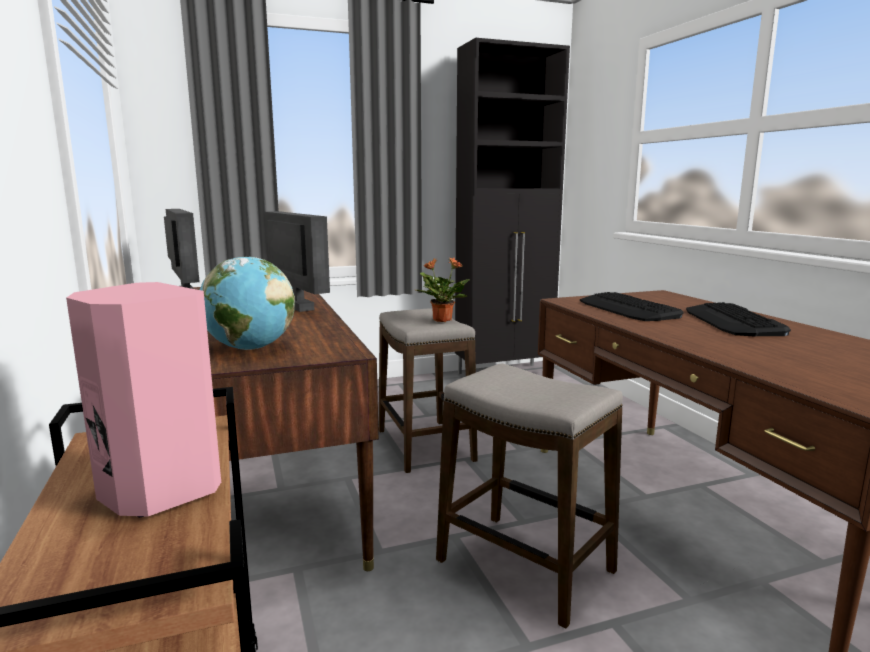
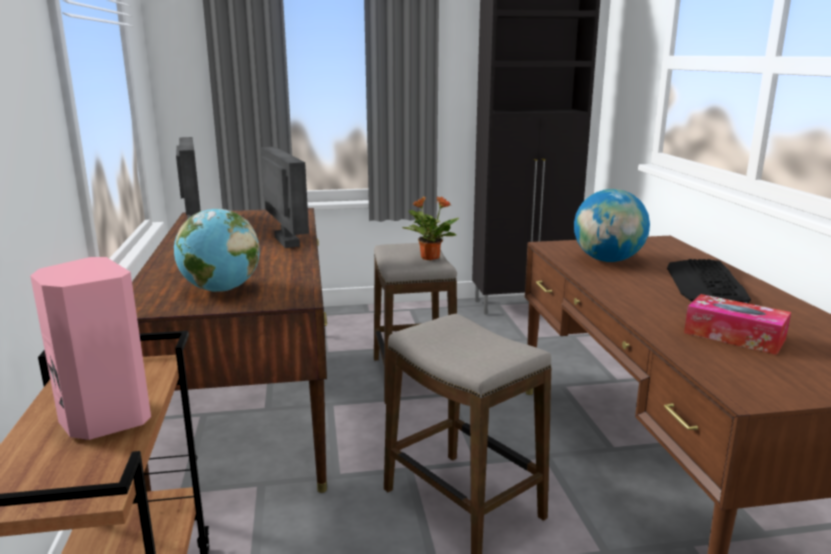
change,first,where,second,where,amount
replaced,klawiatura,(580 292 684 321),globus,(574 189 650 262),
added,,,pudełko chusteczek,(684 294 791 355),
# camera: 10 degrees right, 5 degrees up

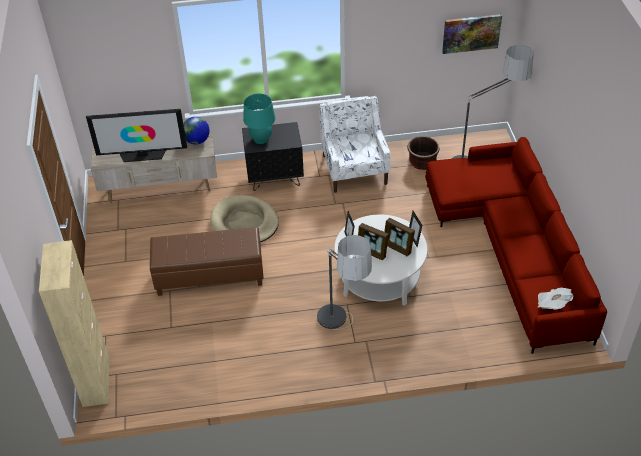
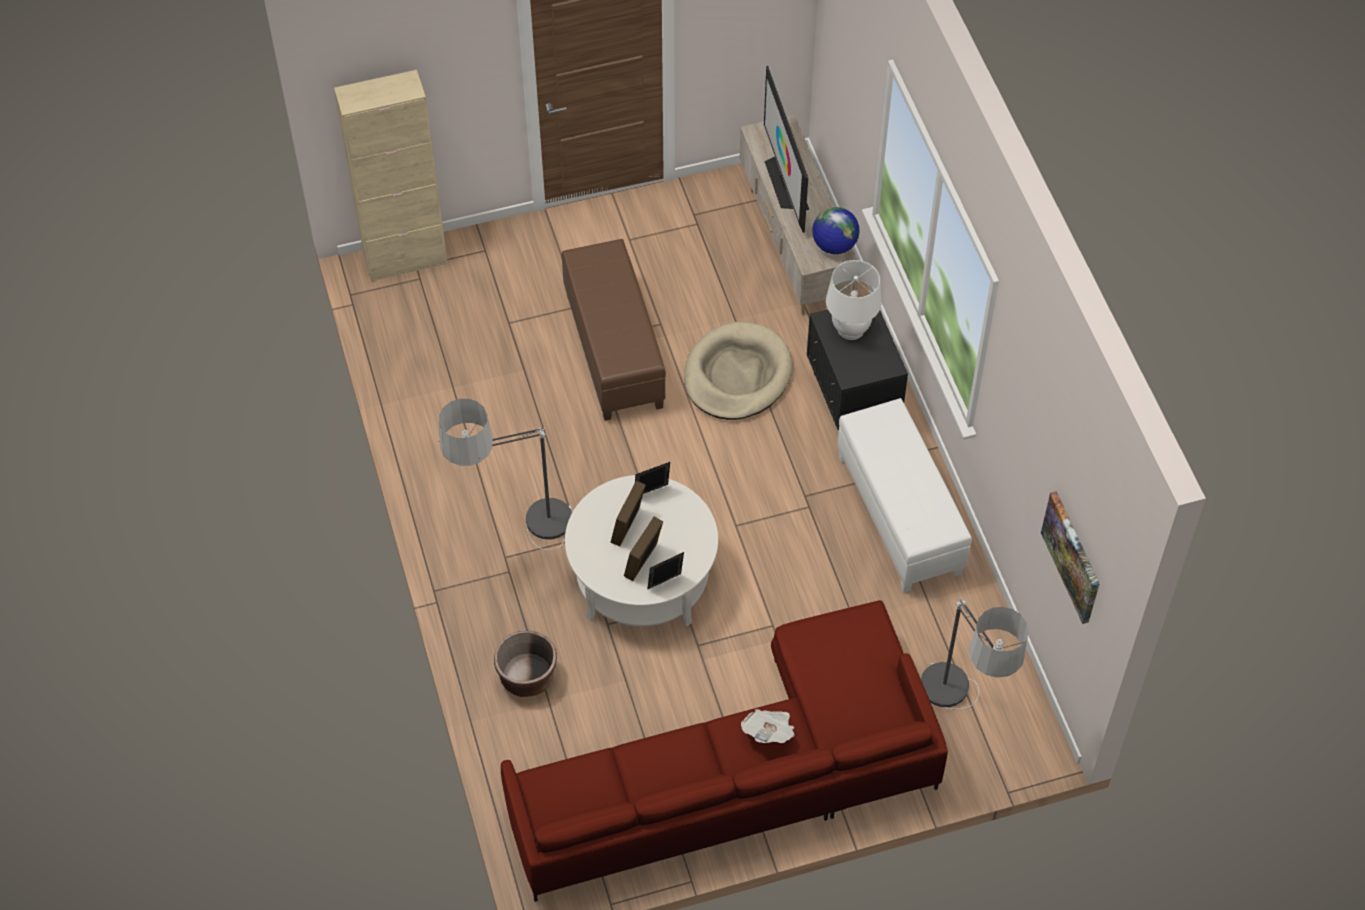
change,first,where,second,where,amount
recoloured,lampa stołowa/turkusowy,(243 94 275 144),lampa stołowa/biały,(826 260 881 340),
replaced,fotel/biały,(319 96 390 193),pufa/biały,(837 398 972 593),
moved,donica/brązowy,(407 136 439 170),,(494 631 557 697),
moved,gazeta,(538 287 573 310),,(741 709 795 743),
# camera: 80 degrees right, 10 degrees up

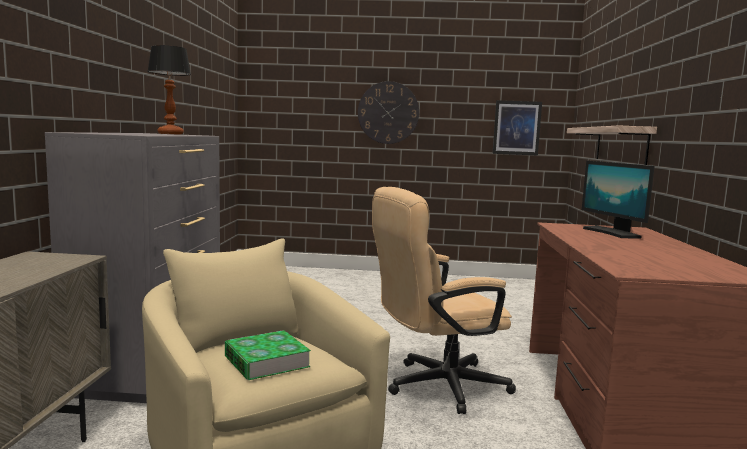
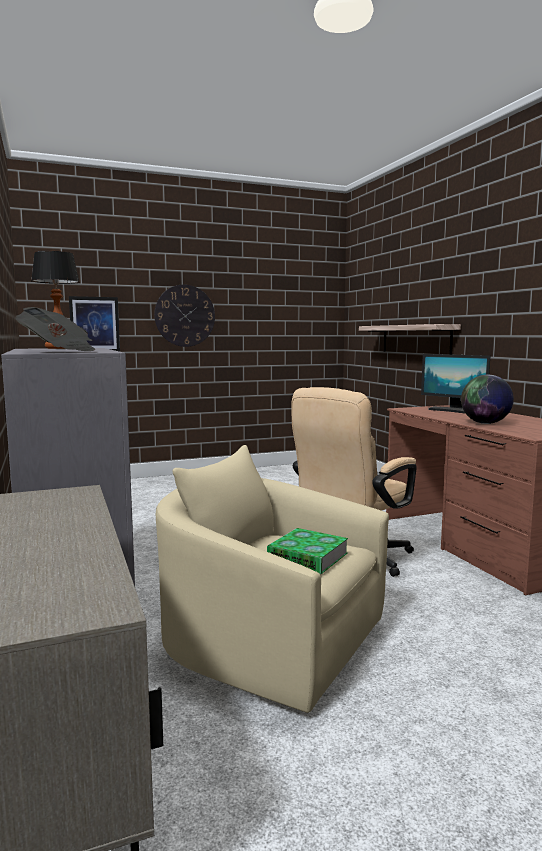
change,first,where,second,where,amount
moved,obraz,(492 100 542 155),,(69 296 120 352),
added,,,gazeta,(15 307 95 351),
added,,,globus,(461 375 514 424),
# camera: 25 degrees left, 0 degrees up

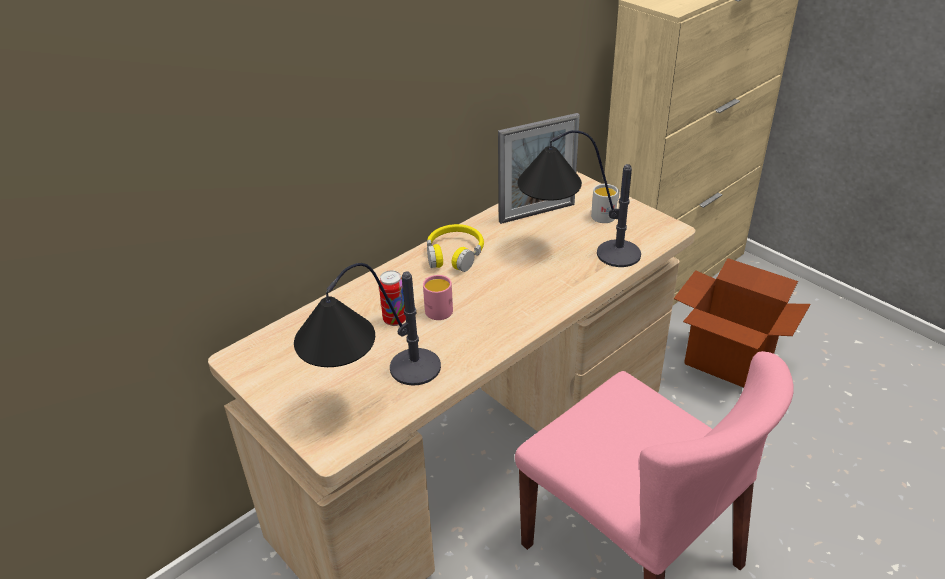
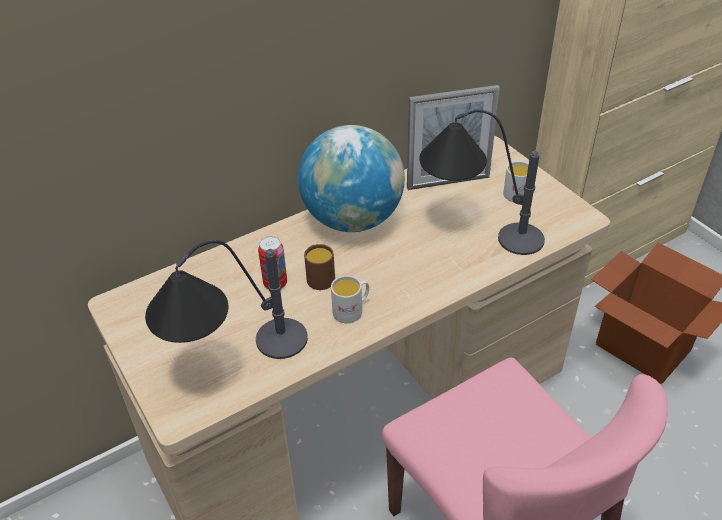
change,first,where,second,where,amount
recoloured,kubek/różowy,(423 275 453 320),kubek/brązowy,(304 244 335 290),
replaced,słuchawki/żółty,(427 224 484 272),globus,(298 125 405 232),
added,,,kubek/biały,(331 276 369 323),
# camera: 10 degrees right, 5 degrees up

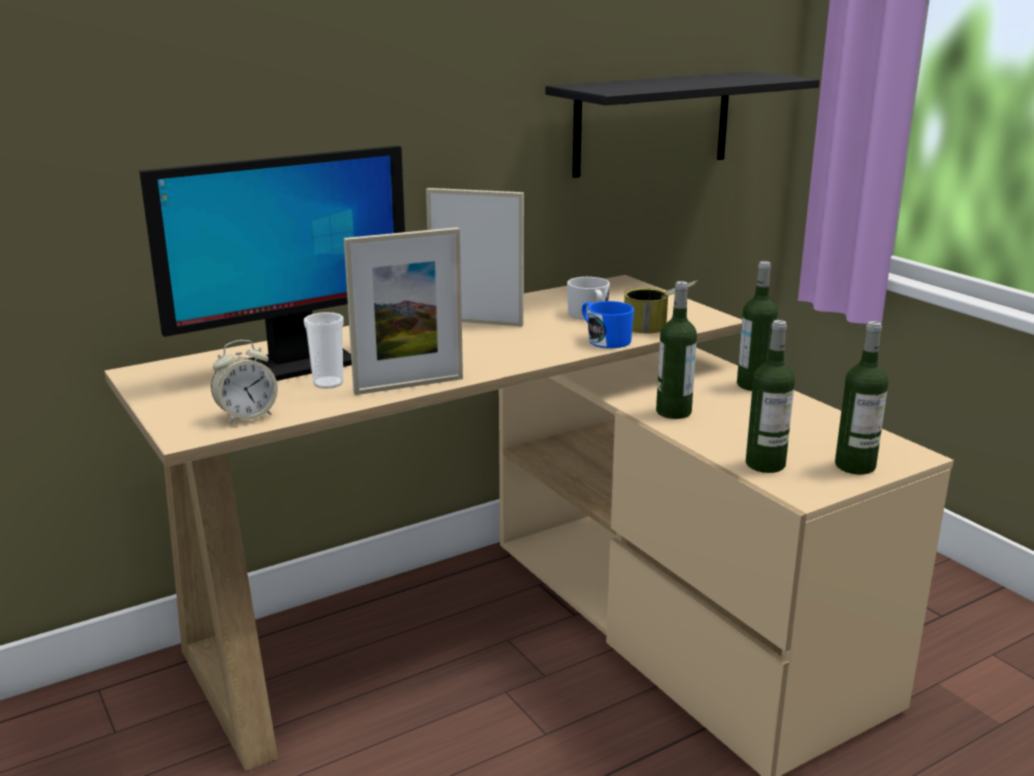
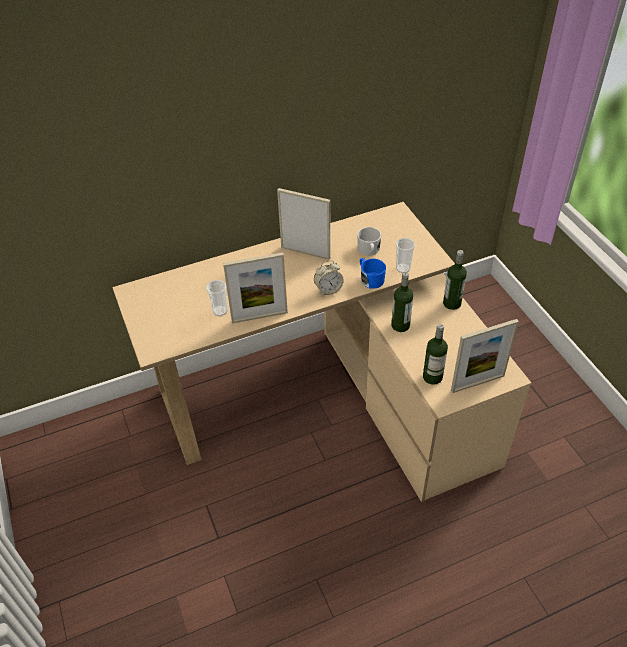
change,first,where,second,where,amount
removed,monitor,(139 145 405 381),,,
moved,budzik,(211 340 278 424),,(314 260 344 296),
removed,półka/czarny,(545 71 820 178),,,
replaced,puszka,(624 280 698 333),filiżanka,(396 238 415 273),
replaced,butelka,(835 321 888 475),ramka na zdjęcie,(451 319 519 393),
# camera: 10 degrees right, 25 degrees up

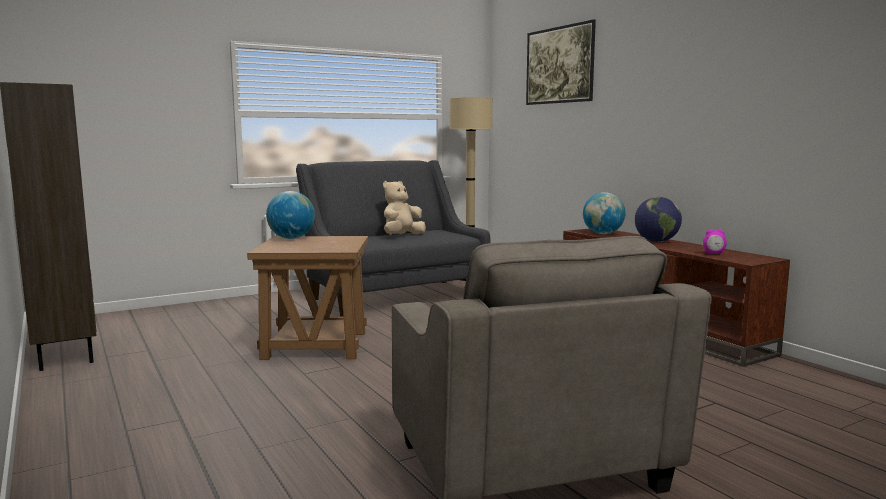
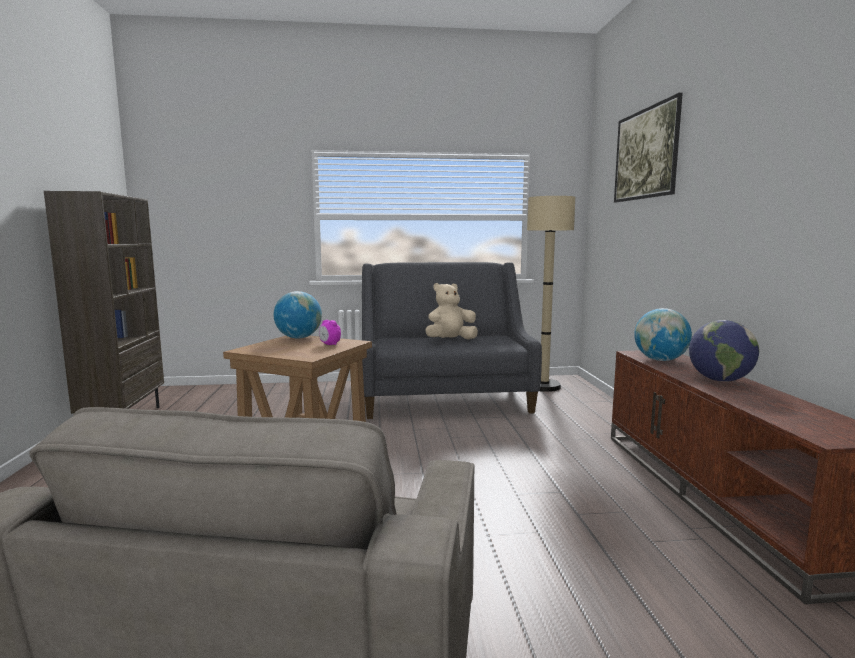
change,first,where,second,where,amount
moved,budzik,(703 229 727 254),,(319 320 341 345),
# camera: 25 degrees right, 0 degrees up

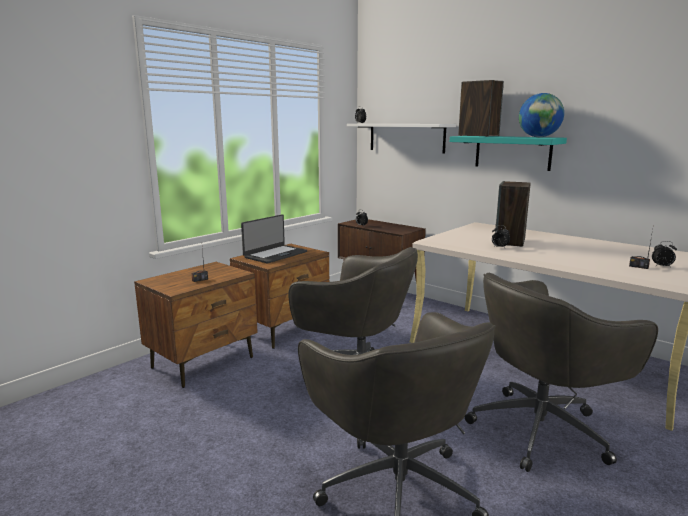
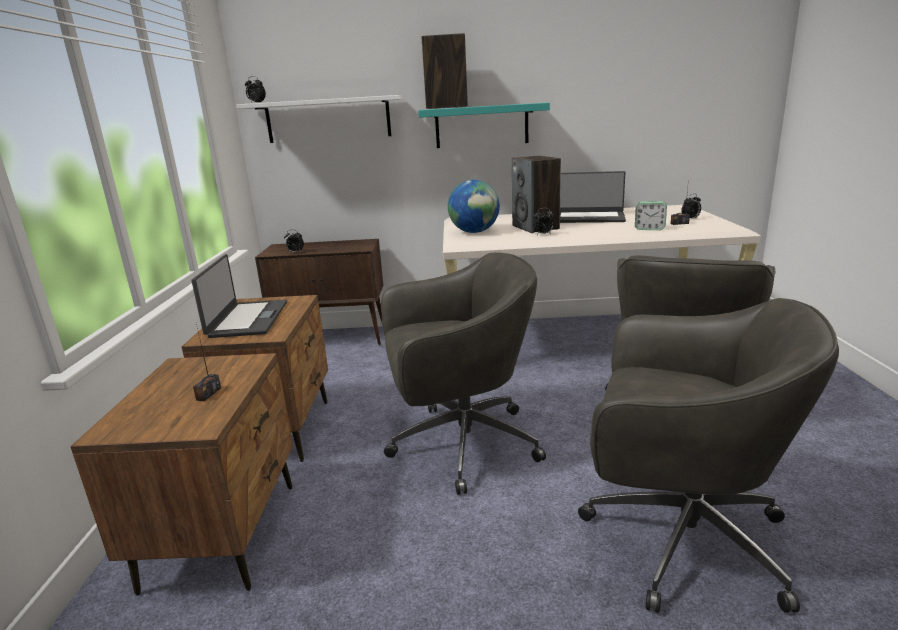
change,first,where,second,where,amount
moved,globus,(519 93 564 137),,(448 180 500 233),
added,,,laptop,(560 171 626 223),
added,,,budzik,(635 201 667 230),
# camera: 40 degrees left, 5 degrees up

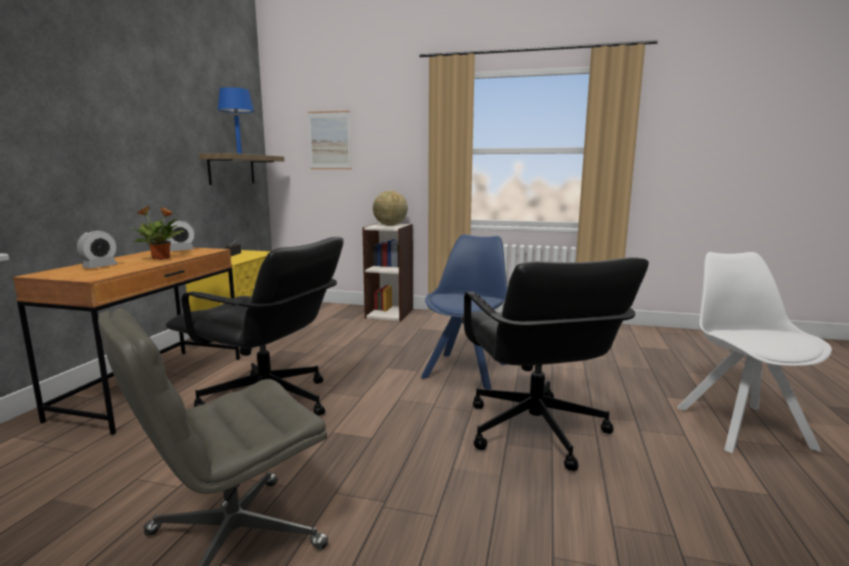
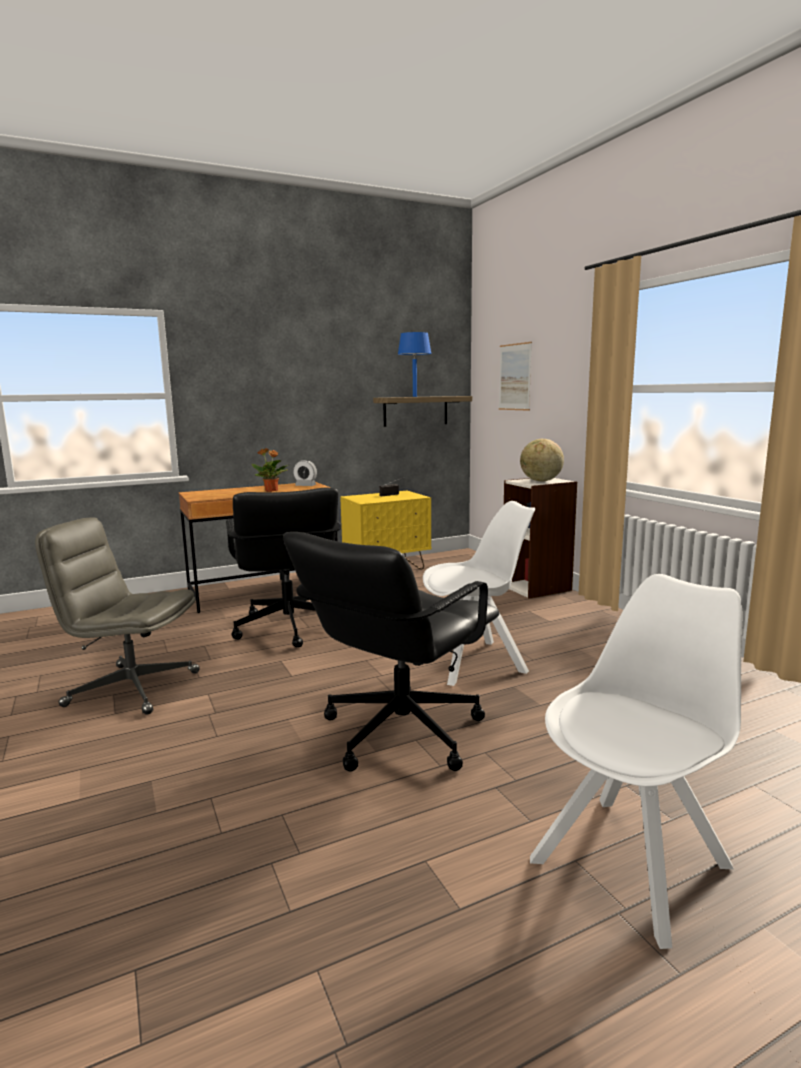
change,first,where,second,where,amount
removed,budzik,(77 230 117 268),,,
recoloured,krzesło/niebieski,(421 234 507 390),krzesło/biały,(423 501 535 686),
# camera: 50 degrees right, 0 degrees up

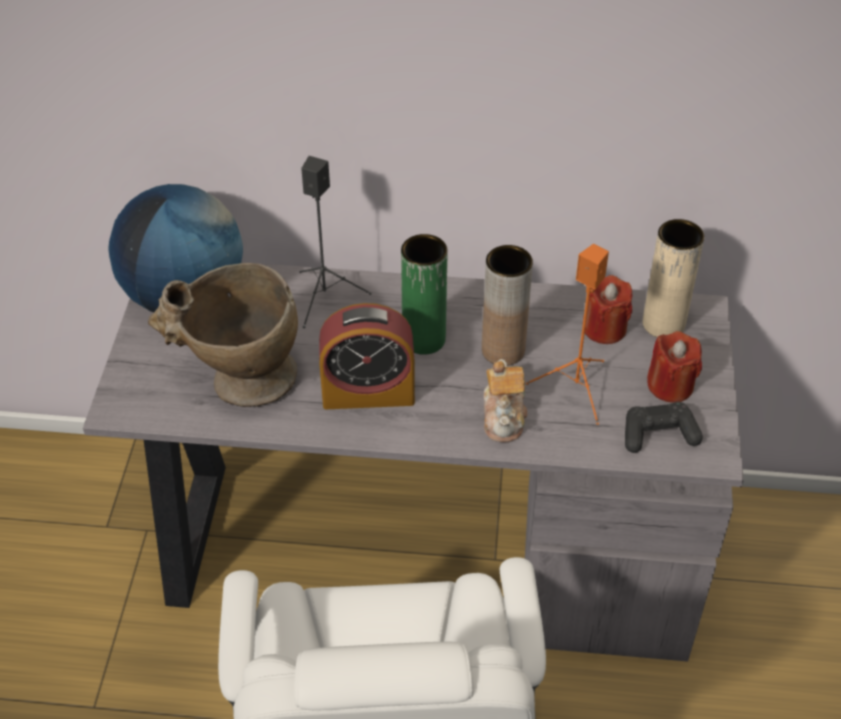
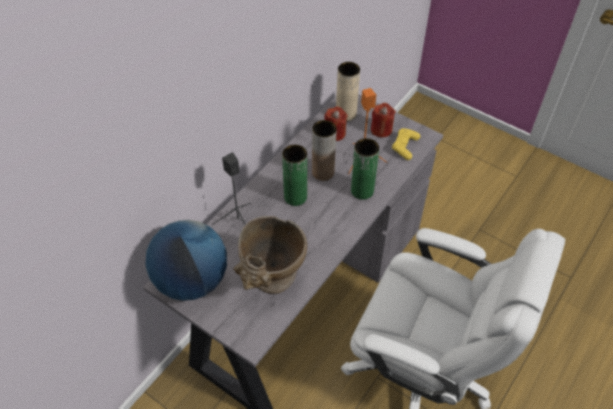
change,first,where,second,where,amount
removed,budzik,(319 303 415 409),,,
replaced,imbryk,(484 359 527 442),wazon/zielony,(351 138 379 200),
recoloured,pad do gier/czarny,(625 402 703 453),pad do gier/żółty,(392 128 420 160),
# camera: 60 degrees left, 5 degrees up

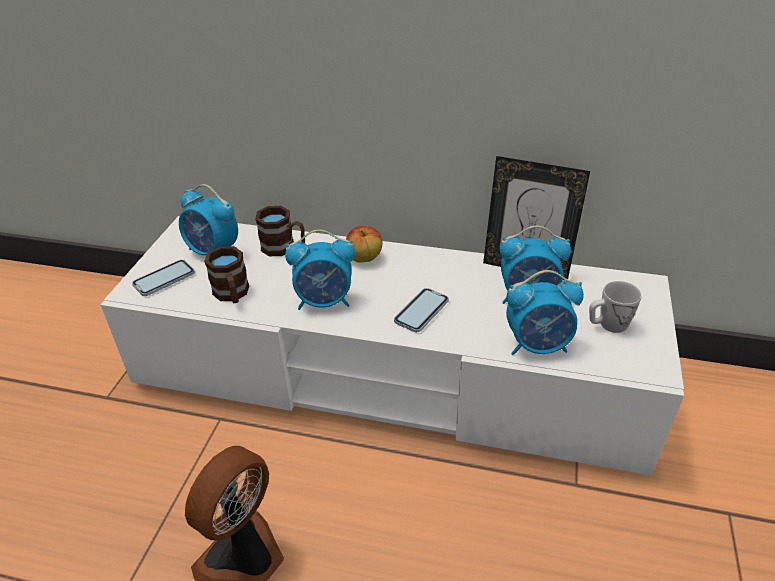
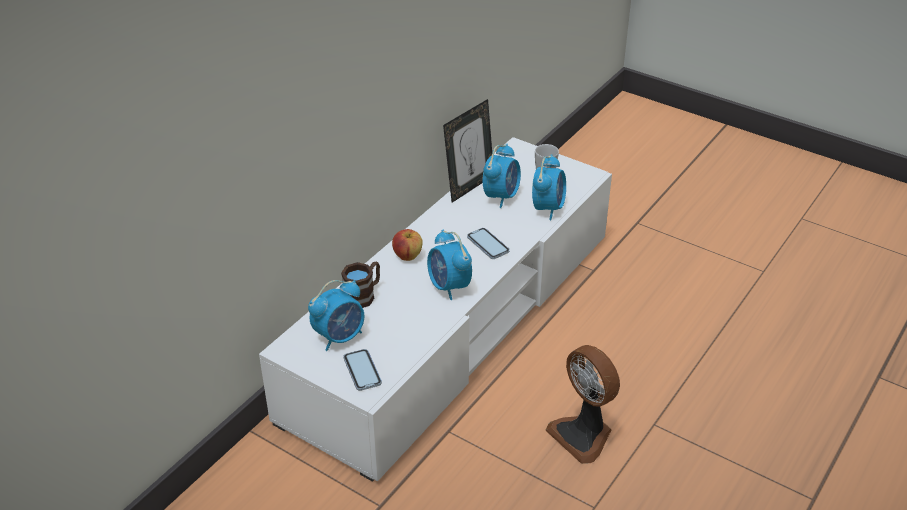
change,first,where,second,where,amount
removed,kubek/brązowy,(204 246 249 303),,,
turned,budzik,(285 229 355 310),,(427 230 472 300),135 degrees clockwise
# camera: 70 degrees left, 0 degrees up

